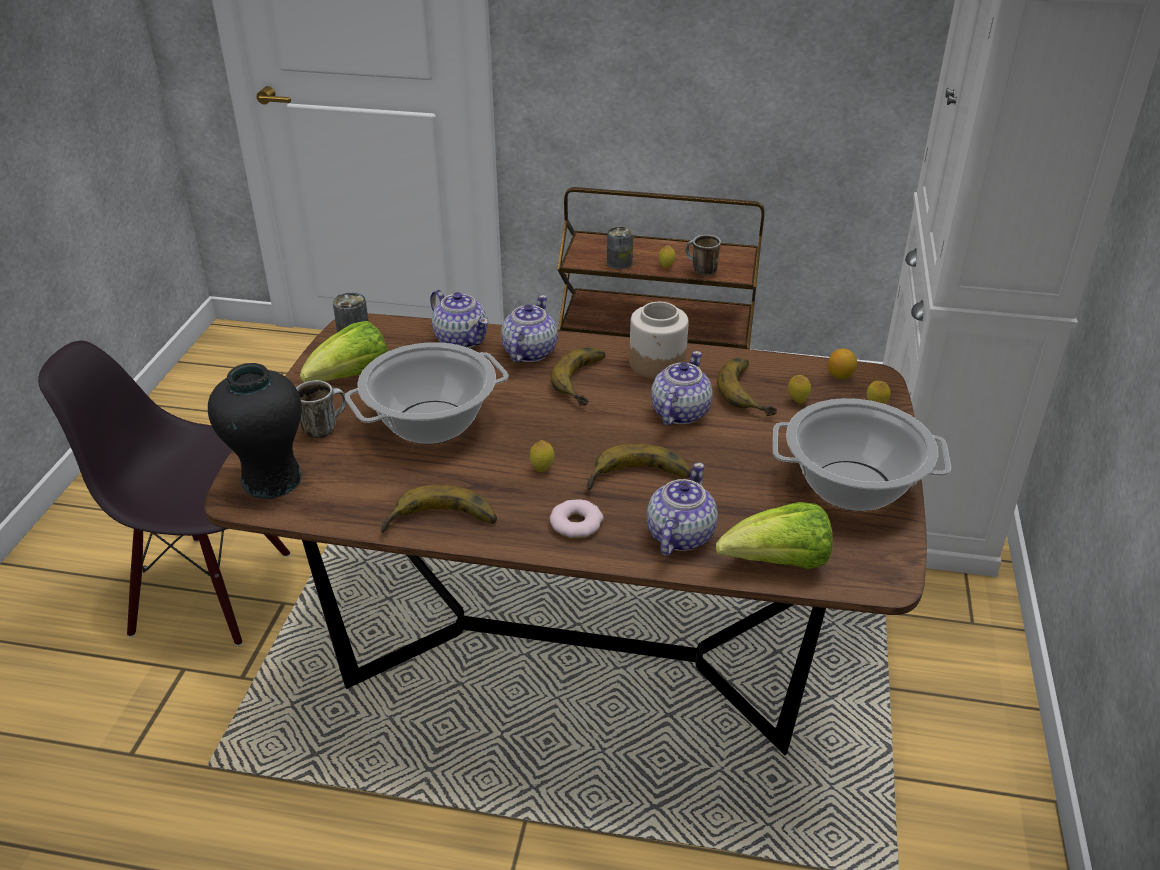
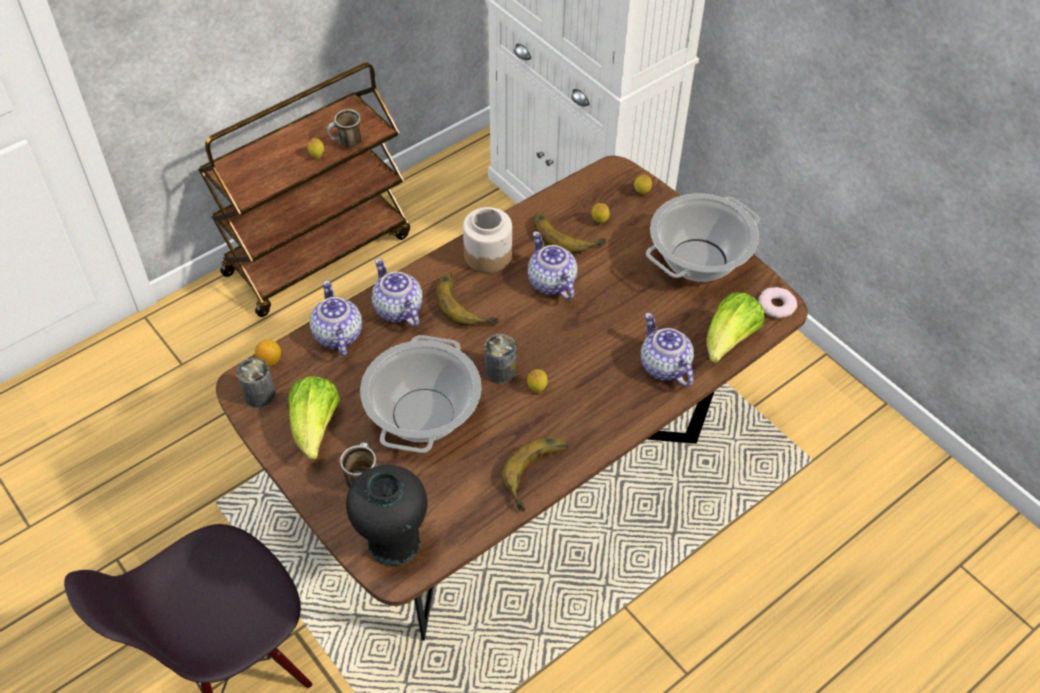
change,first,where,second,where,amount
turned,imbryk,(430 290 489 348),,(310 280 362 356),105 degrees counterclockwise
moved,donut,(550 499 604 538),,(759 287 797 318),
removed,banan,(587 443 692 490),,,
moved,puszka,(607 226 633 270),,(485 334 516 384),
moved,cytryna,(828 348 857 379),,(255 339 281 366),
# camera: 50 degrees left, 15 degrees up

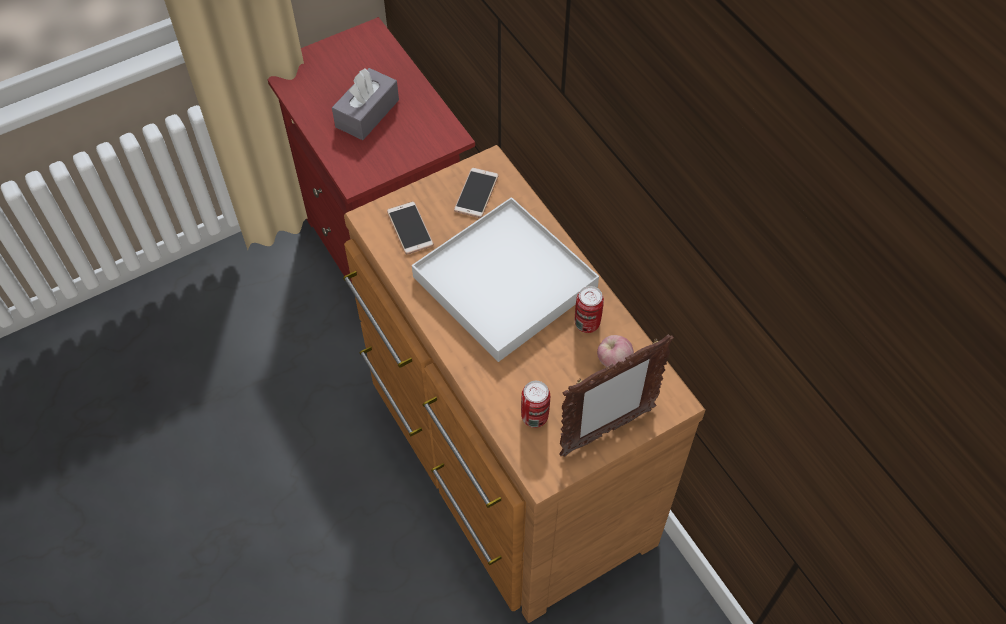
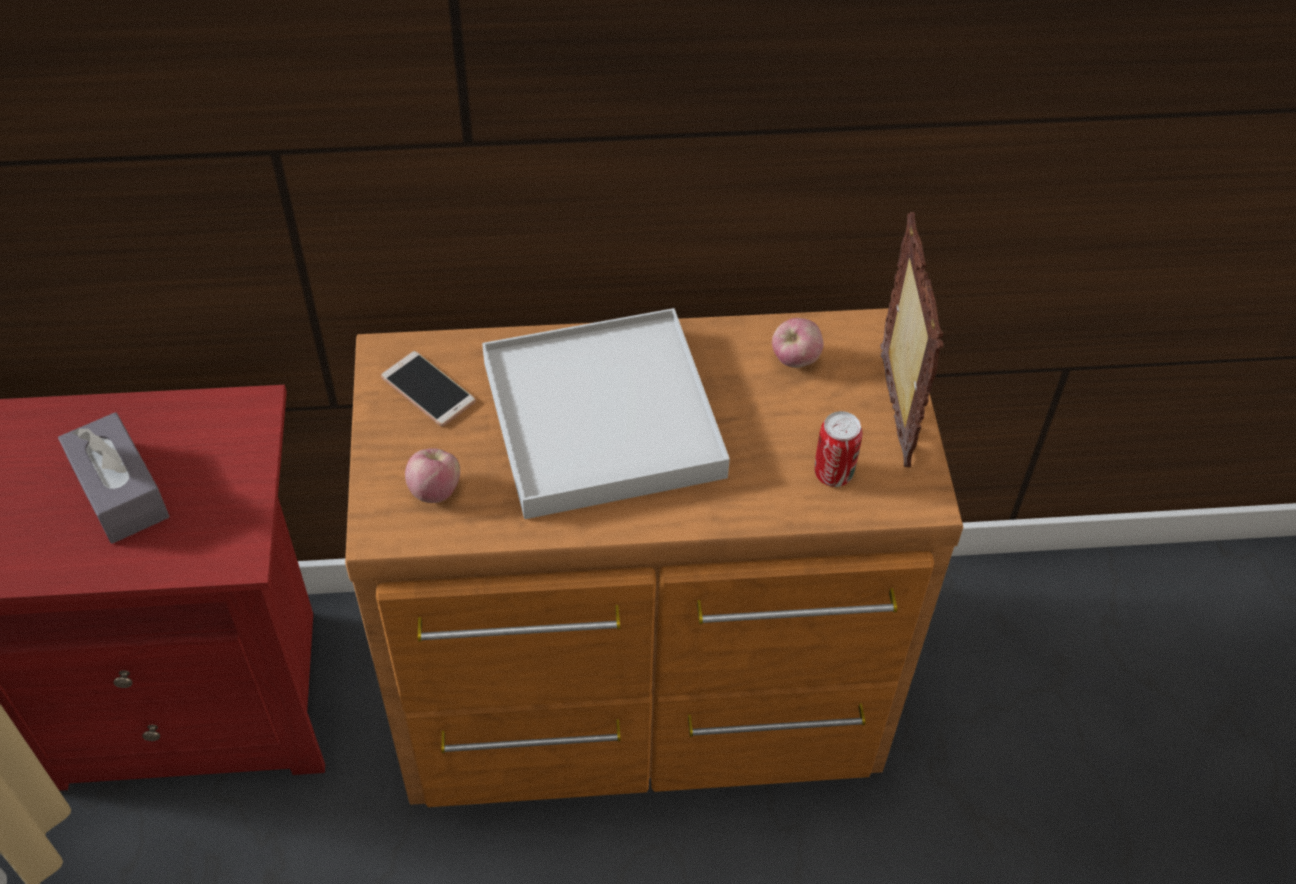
change,first,where,second,where,amount
replaced,telefon,(387 201 434 254),jabłko,(405 448 460 503),
removed,puszka,(575 286 604 333),,,
# camera: 65 degrees left, 5 degrees down

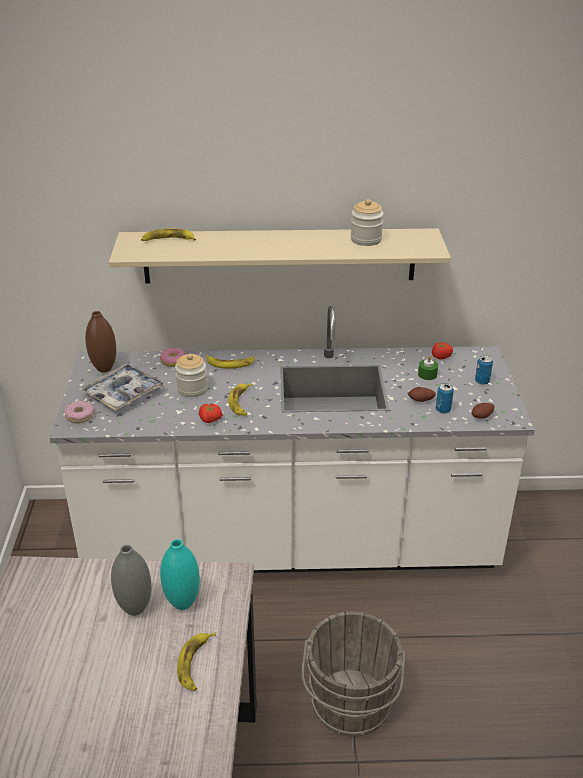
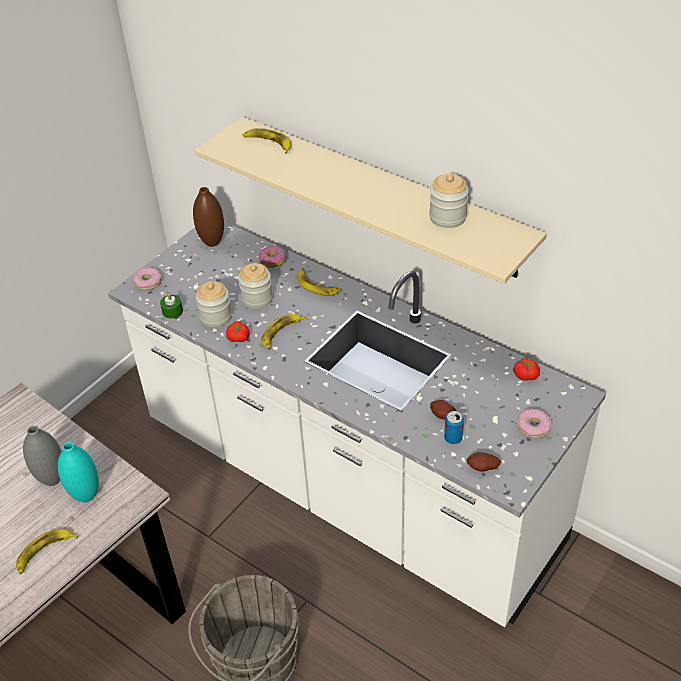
change,first,where,second,where,amount
removed,taca,(81 363 164 411),,,
moved,świeca/zielony,(418 356 438 380),,(160 293 183 319),
replaced,puszka,(475 355 493 385),donut,(518 409 552 438),
added,,,słoik,(196 281 232 327),
# camera: 40 degrees right, 10 degrees up

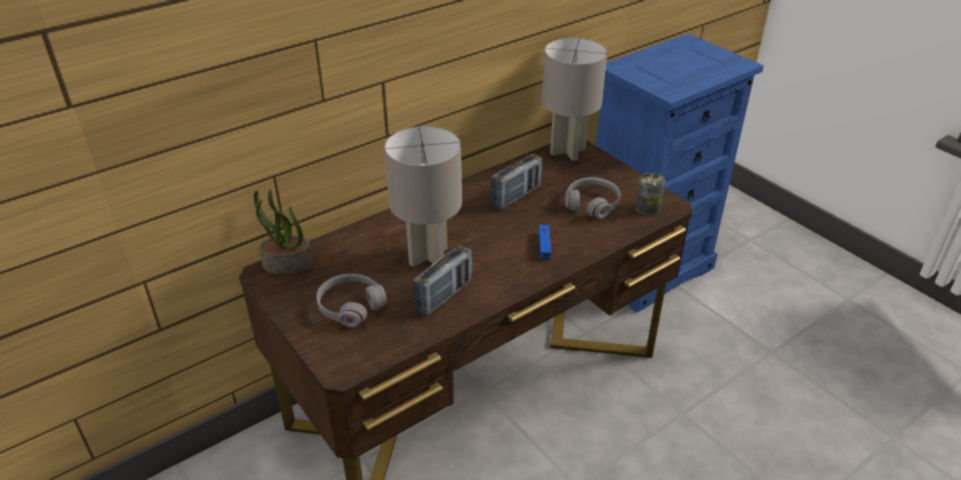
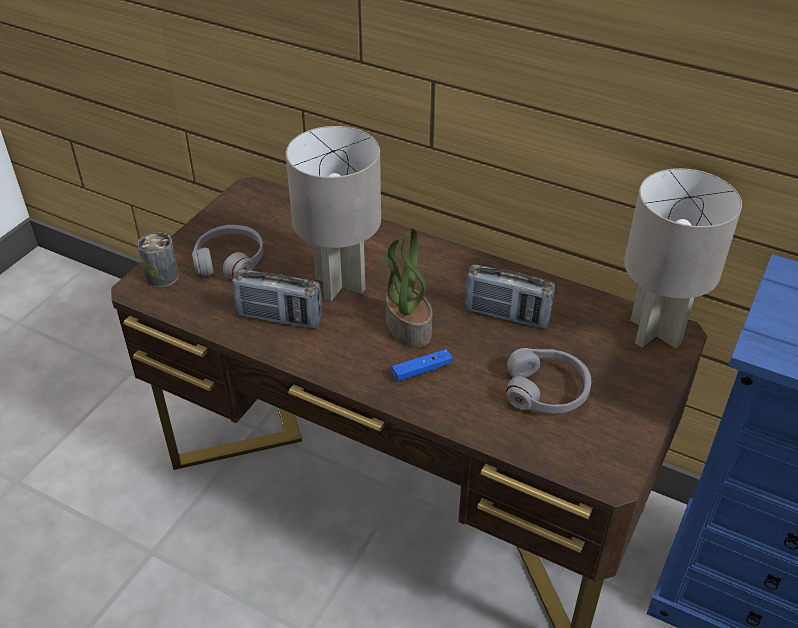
change,first,where,second,where,amount
moved,roślina doniczkowa,(254 189 313 274),,(380 228 432 348),
moved,puszka,(635 173 665 215),,(138 232 179 288),
# camera: 65 degrees right, 5 degrees up

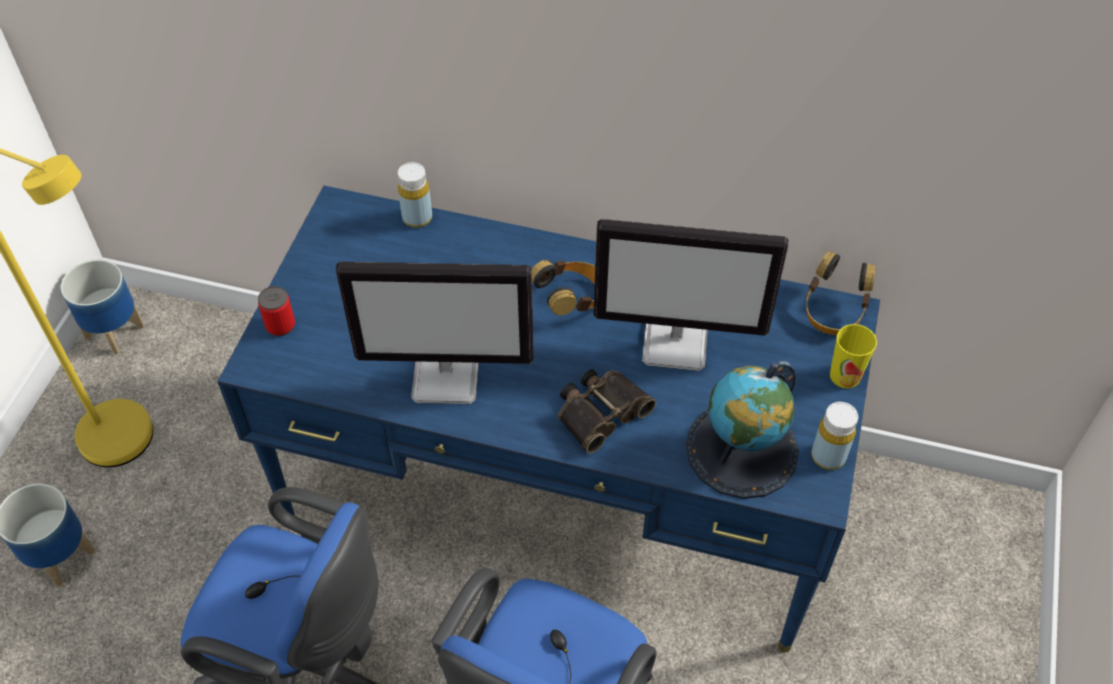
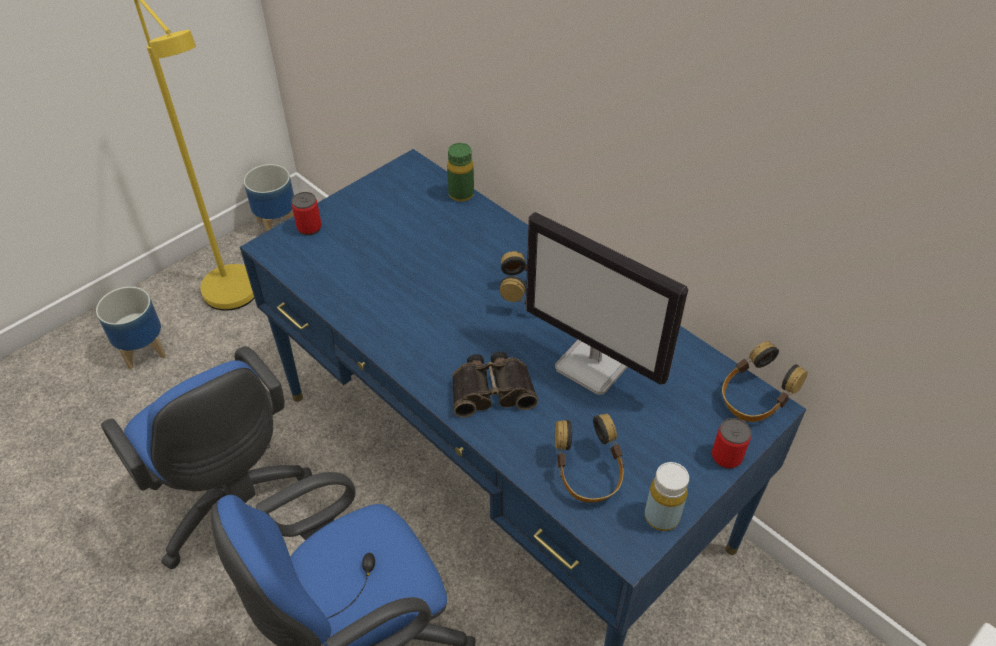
change,first,where,second,where,amount
removed,monitor,(336 261 534 404),,,
recoloured,butelka/żółty,(398 162 432 228),butelka/zielony,(447 143 474 202),
replaced,globus,(685 361 799 499),słuchawki,(555 414 624 503),
replaced,filiżanka,(830 324 877 389),puszka,(712 418 751 469),
# camera: 30 degrees right, 5 degrees down

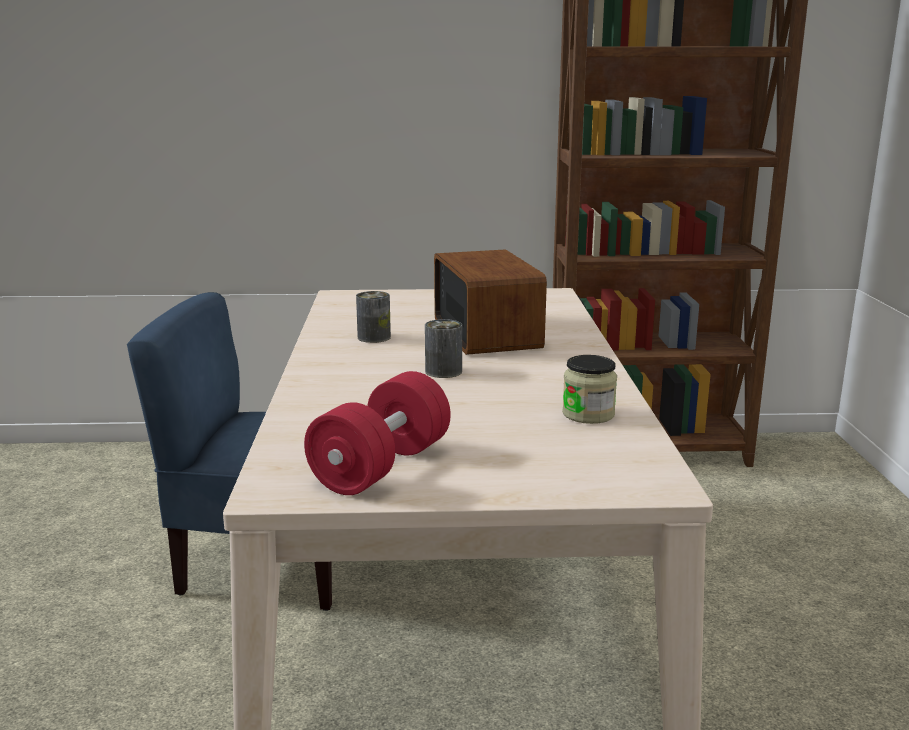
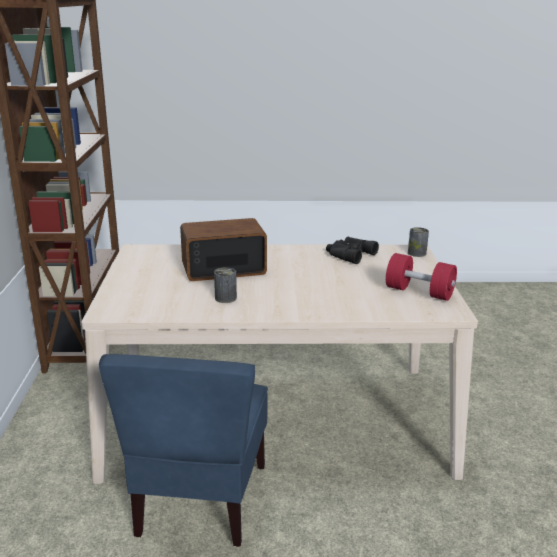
change,first,where,second,where,amount
moved,puszka,(425 319 462 378),,(408 227 429 257),
replaced,słoik,(562 355 617 424),lornetka/czarny,(326 237 379 264),
# camera: 90 degrees left, 5 degrees up

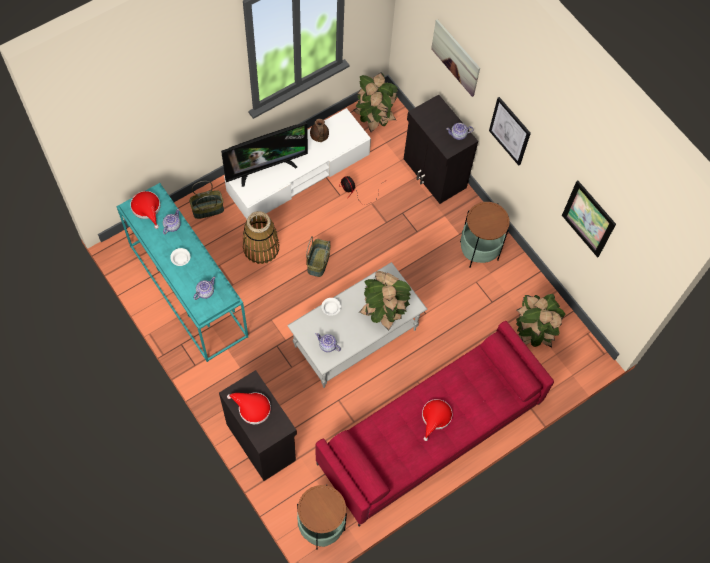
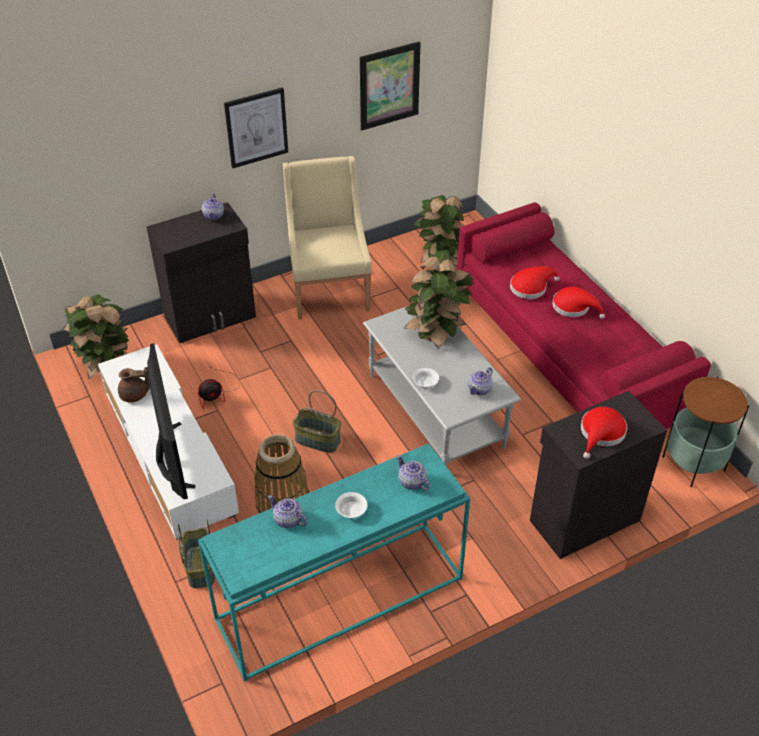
change,first,where,second,where,amount
moved,kapelusz/czerwony,(130 191 160 229),,(510 266 560 299),
removed,obraz,(431 19 480 97),,,
replaced,stolik,(460 202 510 268),fotel/beżowy,(283 156 372 320),
# camera: 80 degrees left, 20 degrees down

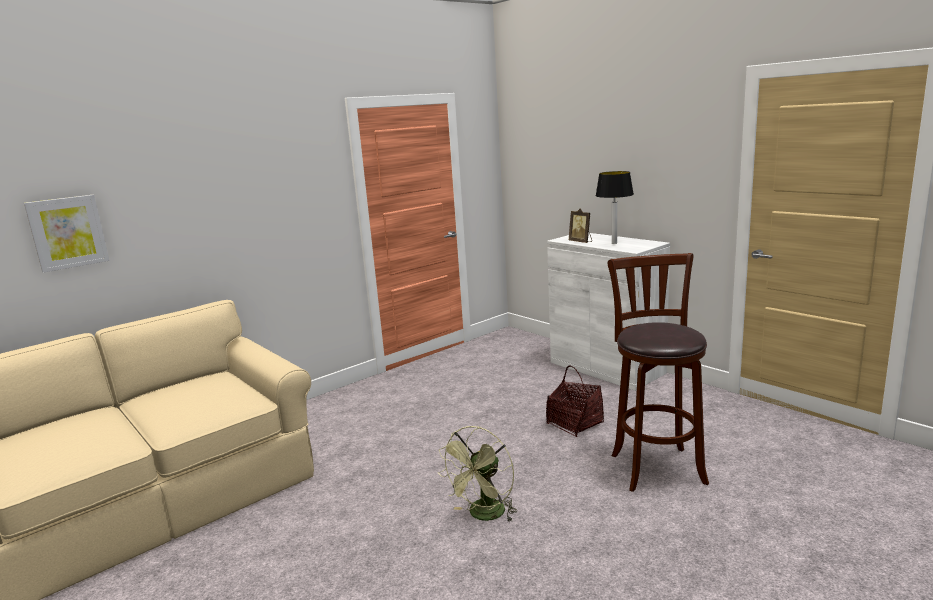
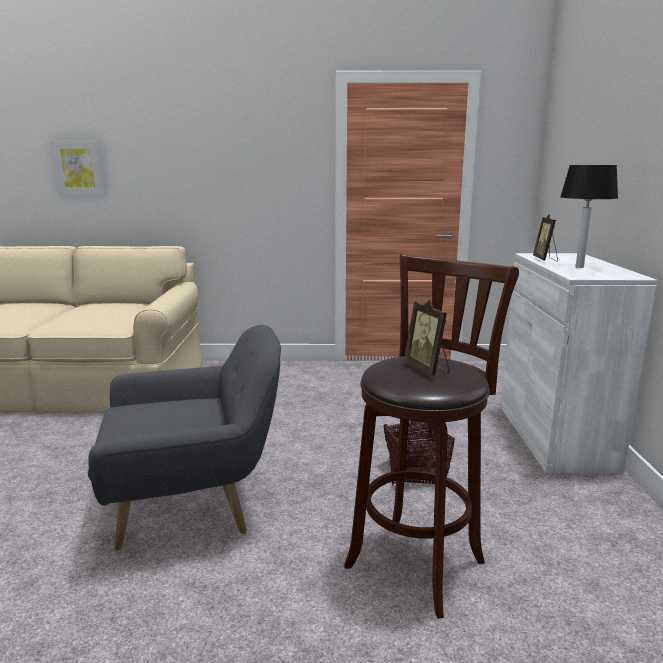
change,first,where,second,where,amount
replaced,wentylator/zielony,(438 426 517 522),fotel/szary,(88 325 281 551),
added,,,ramka na zdjęcie,(404 299 450 376),
# camera: 40 degrees right, 0 degrees up

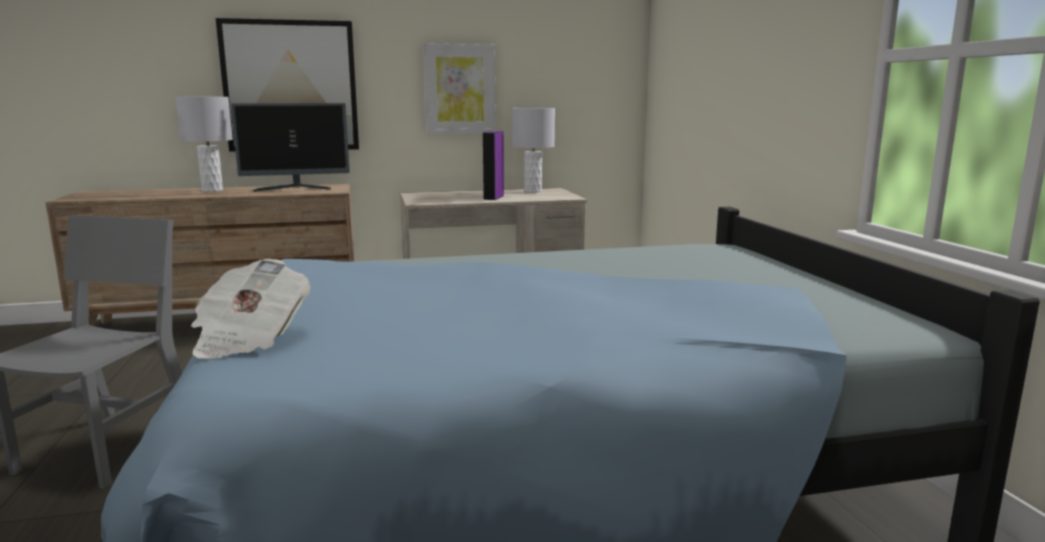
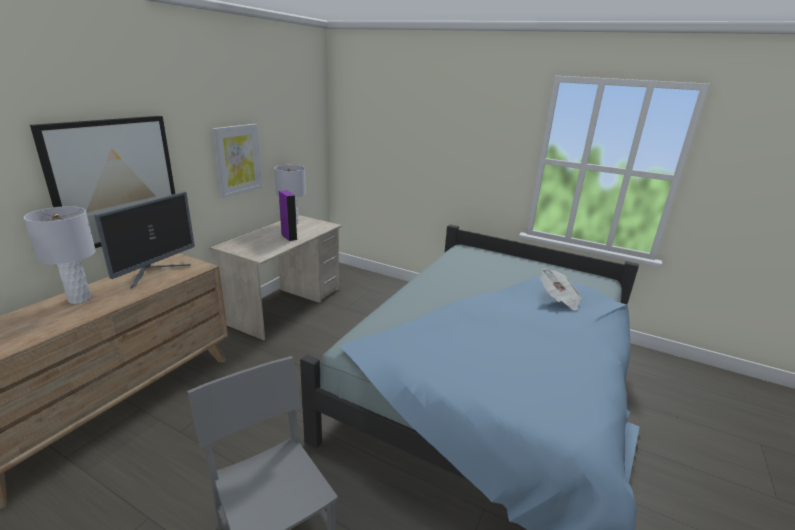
change,first,where,second,where,amount
moved,gazeta,(191 259 310 359),,(540 268 582 310),
# camera: 50 degrees left, 10 degrees up

